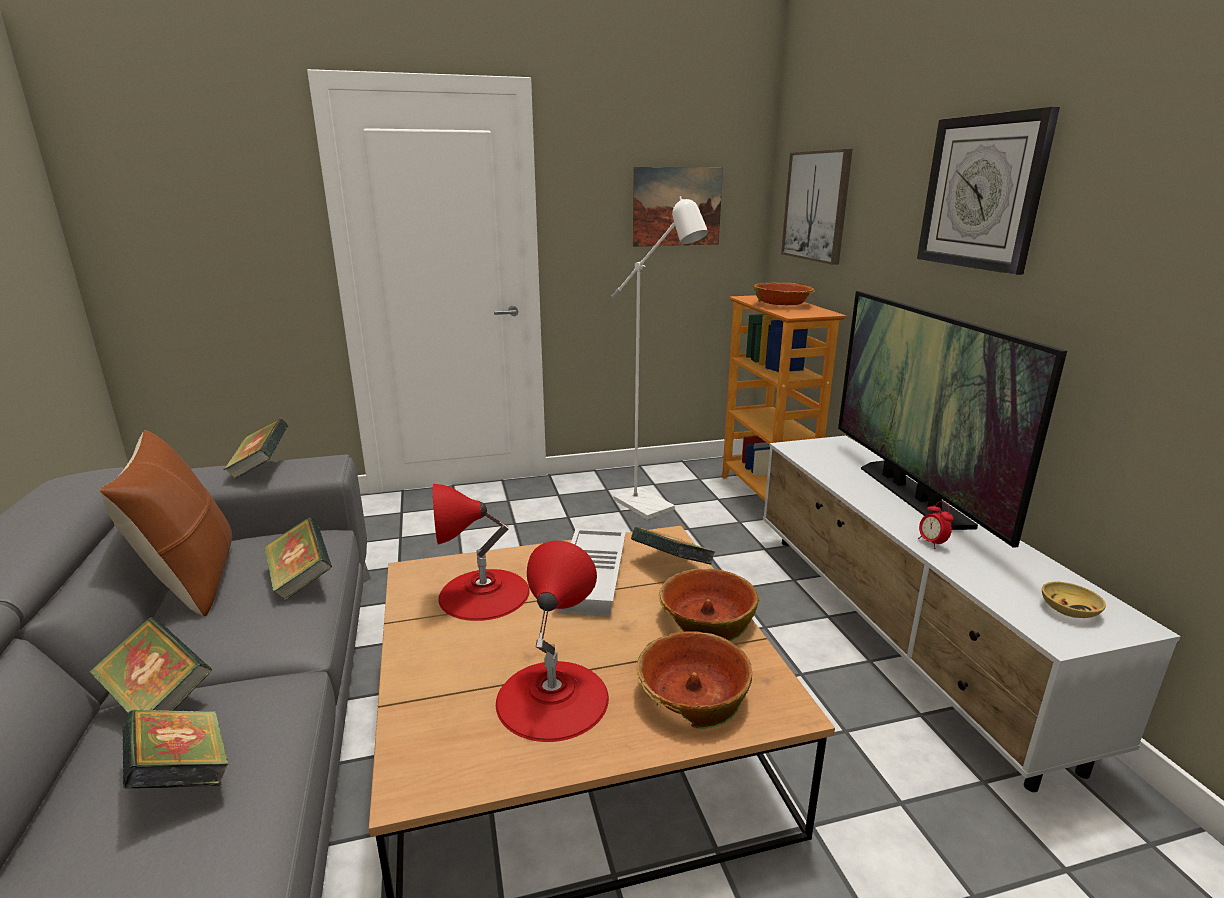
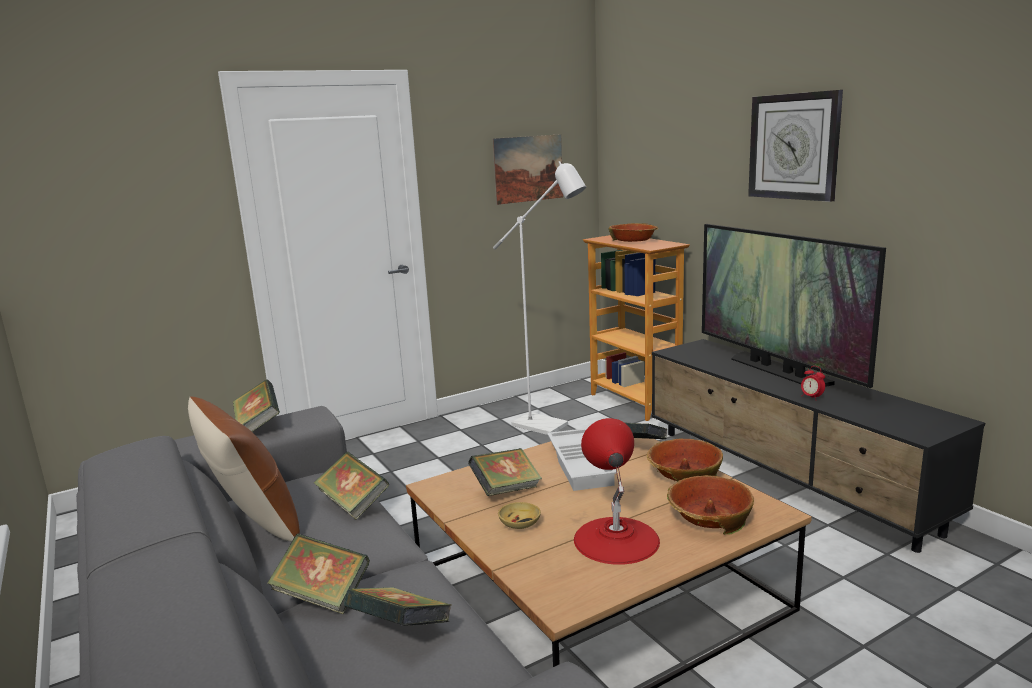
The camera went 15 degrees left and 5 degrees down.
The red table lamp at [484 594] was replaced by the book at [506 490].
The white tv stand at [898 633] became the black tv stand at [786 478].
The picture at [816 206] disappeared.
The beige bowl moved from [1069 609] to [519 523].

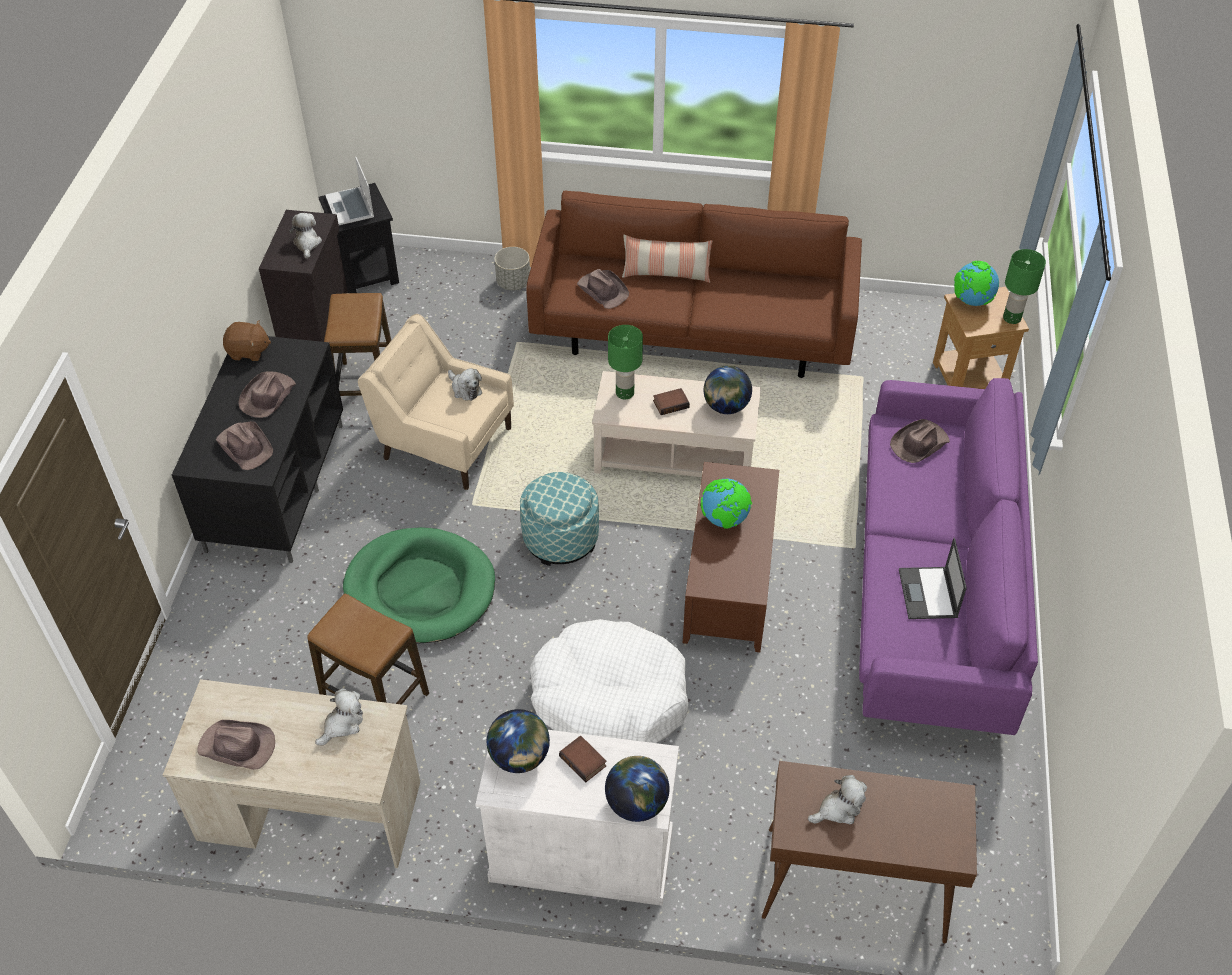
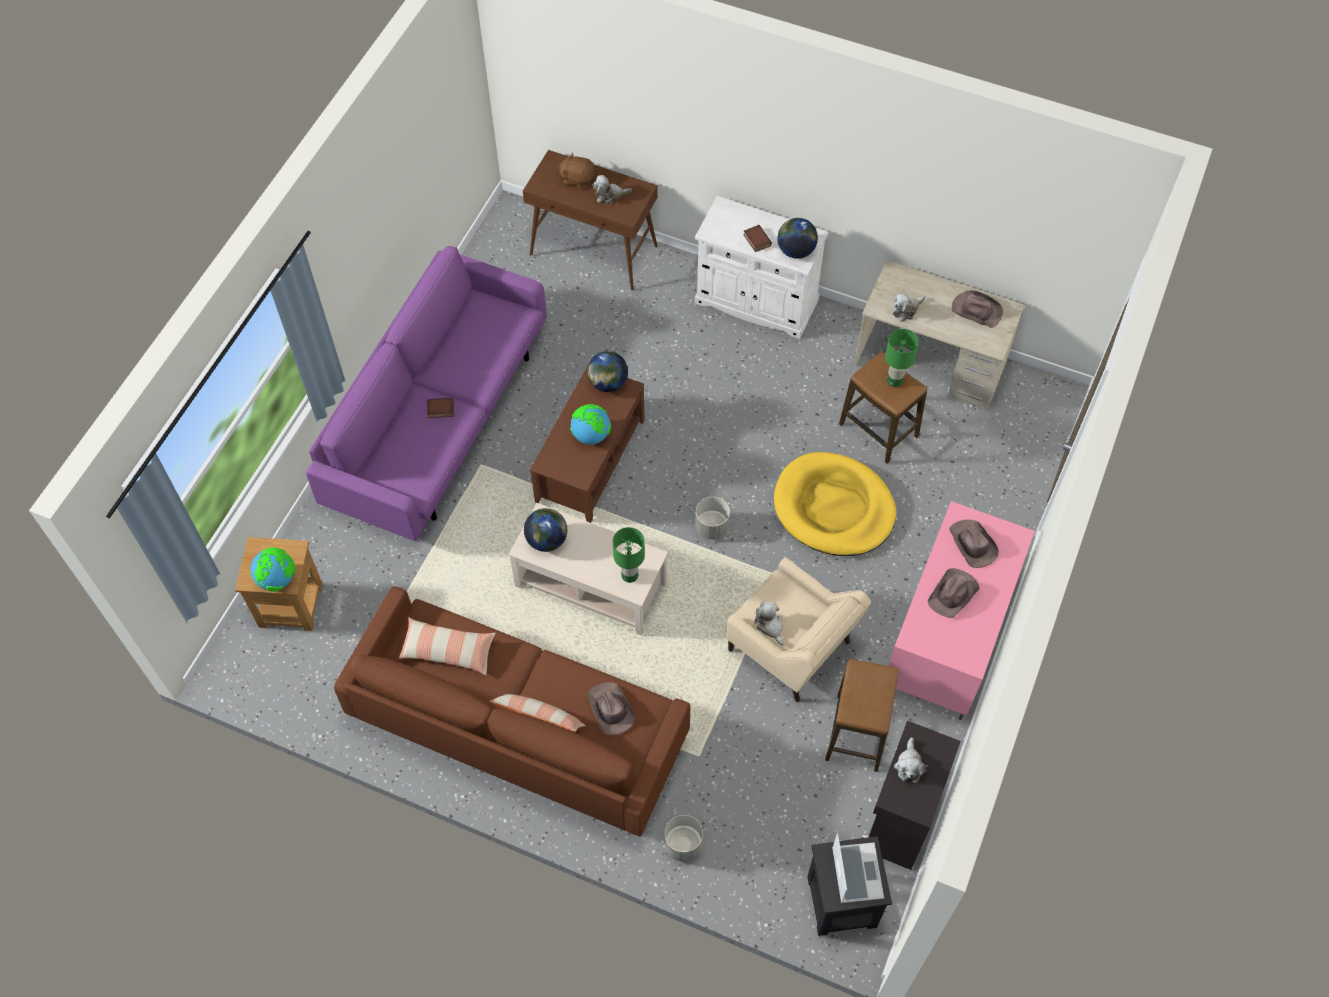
The camera went 165 degrees left and 10 degrees up.
The black tv stand at [275 485] became the pink tv stand at [949 637].
The brown plush toy moved from [248 351] to [577 179].
The green dog bed at [420 589] became the yellow dog bed at [833 508].
The ottoman at [560 538] was replaced by the grey planter at [712 527].
The white dog bed at [609 696] disappeared.
The globe moved from [637 803] to [608 383].
The book moved from [671 403] to [440 410].
The brown hat at [918 443] disappeared.
The laptop at [928 594] disappeared.
The green table lamp moved from [1011 318] to [894 381].
The pillow at [448 650] appeared.

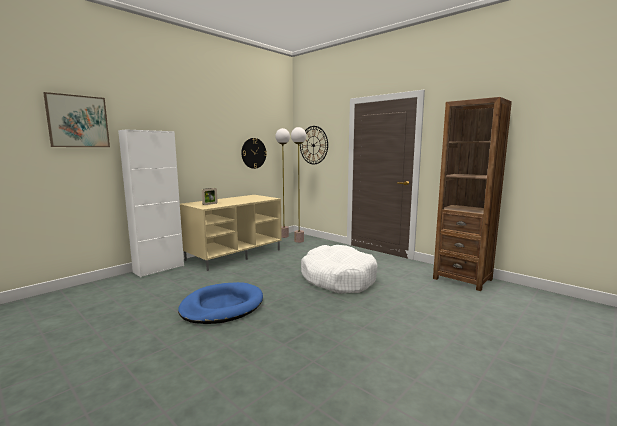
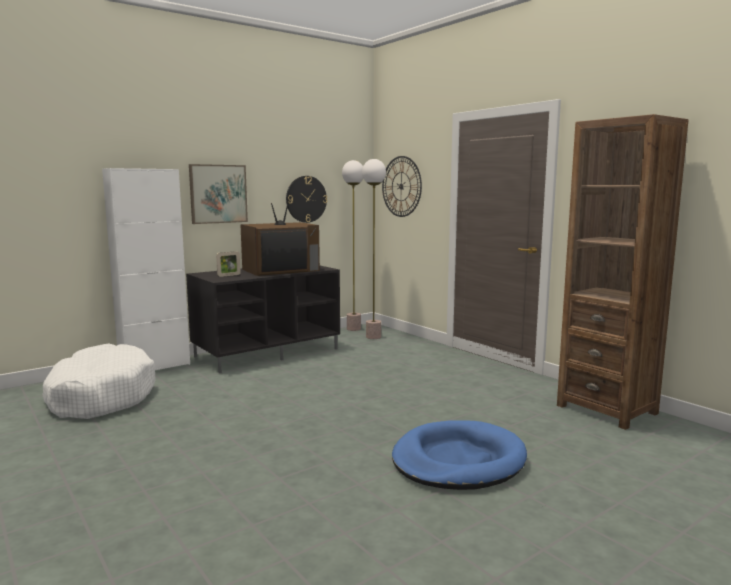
The camera went 10 degrees right and 0 degrees up.
The picture moved from [78 121] to [218 194].
The blue dog bed moved from [222 306] to [458 460].
The beige tv stand at [234 254] became the black tv stand at [267 352].
The white dog bed moved from [338 279] to [100 396].
The television at [281 270] appeared.

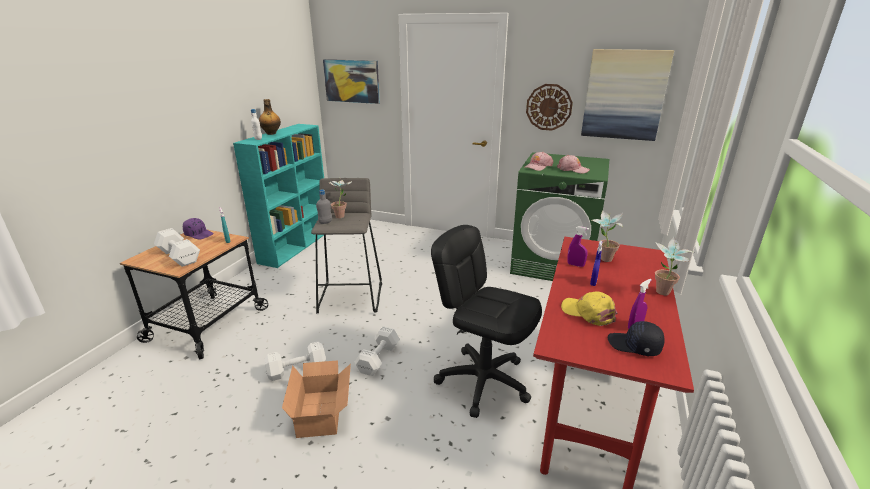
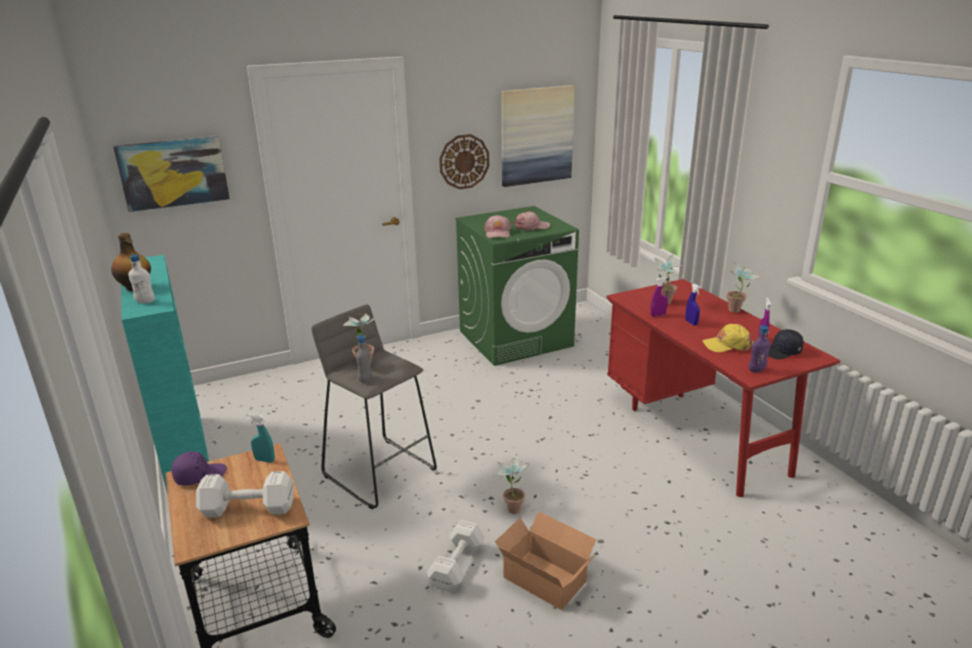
The camera went 45 degrees left and 0 degrees up.
The white dumbbell at [377 359] was replaced by the potted plant at [512 507].
The black office chair at [483 381] disappeared.
The purple bottle at [756 370] appeared.

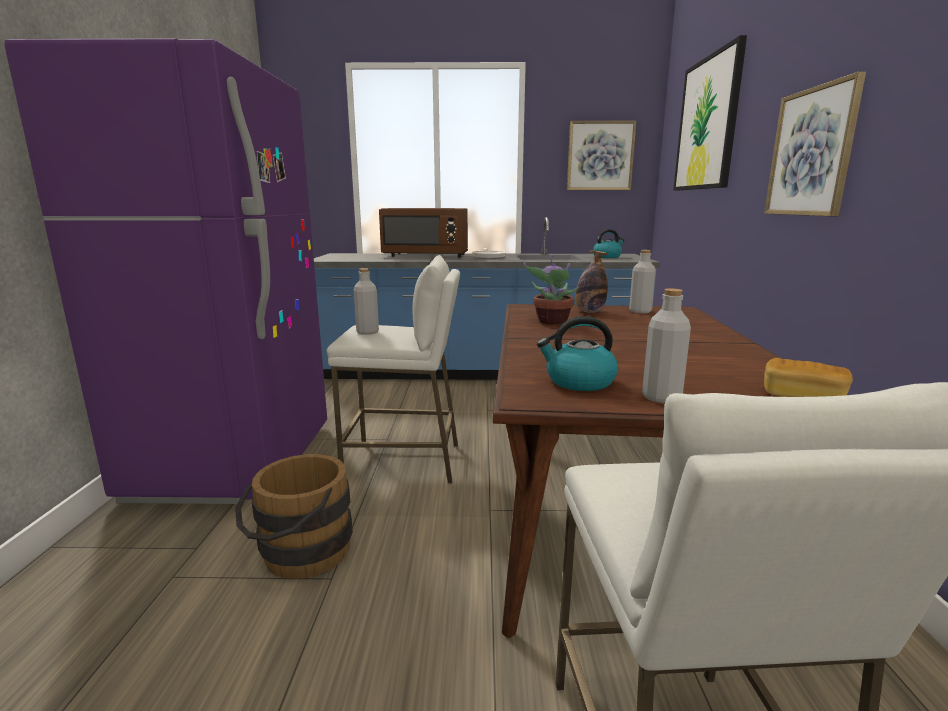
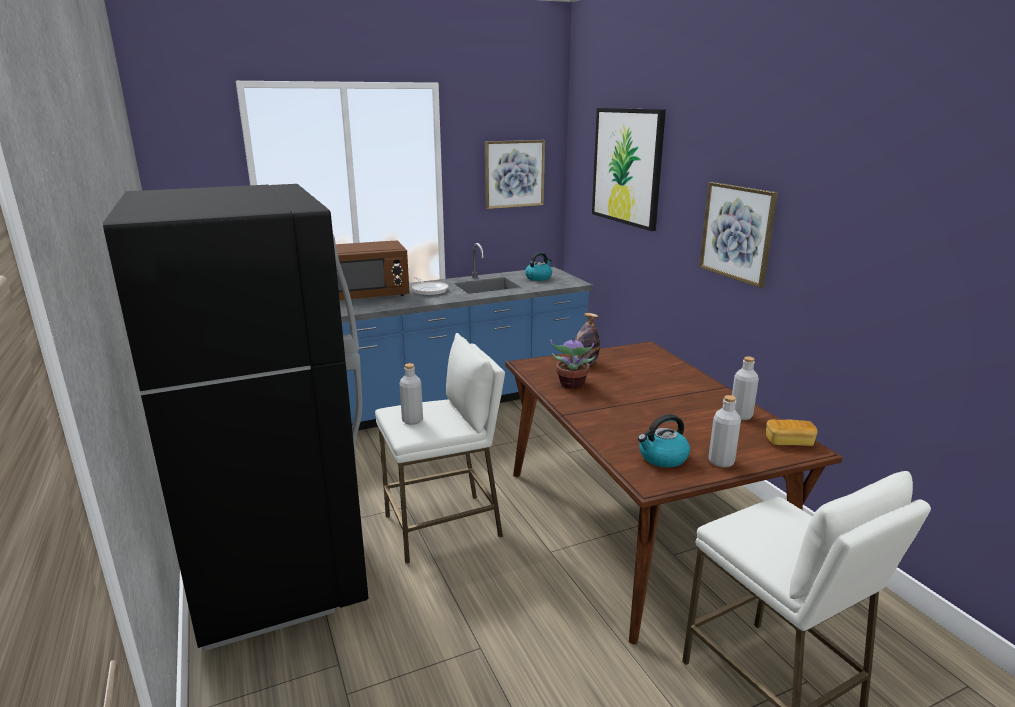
The camera went 25 degrees left and 5 degrees up.
The purple fridge at [235 461] became the black fridge at [277 571].
The brown bucket at [299 555] disappeared.
The grey bottle moved from [640 311] to [740 416].

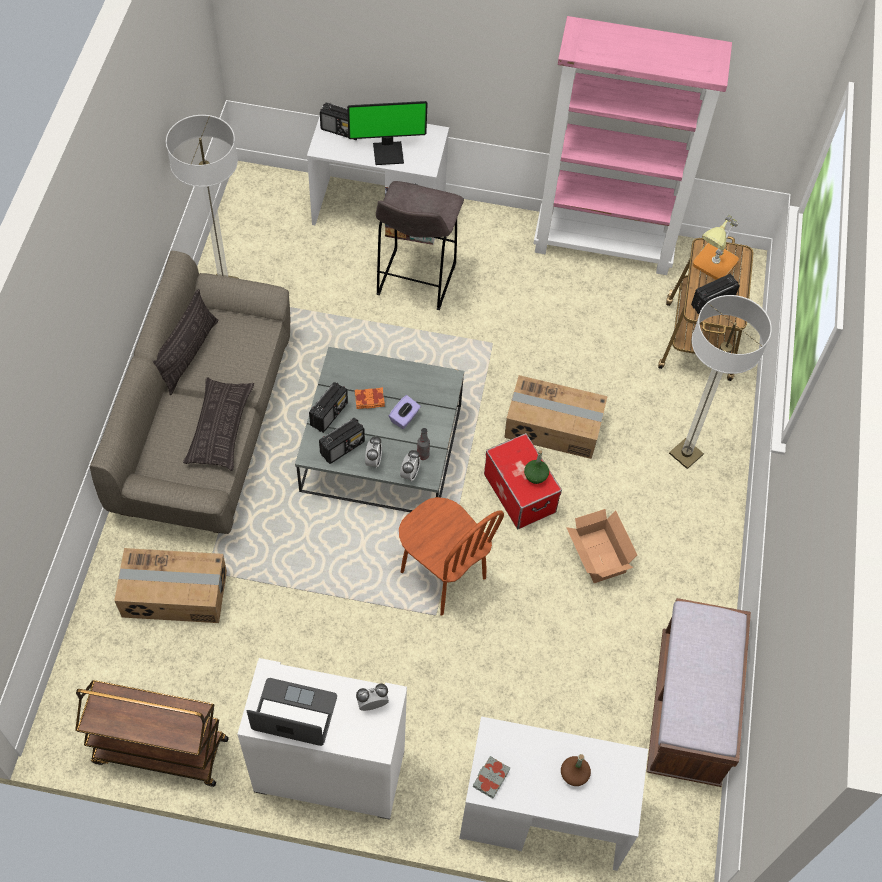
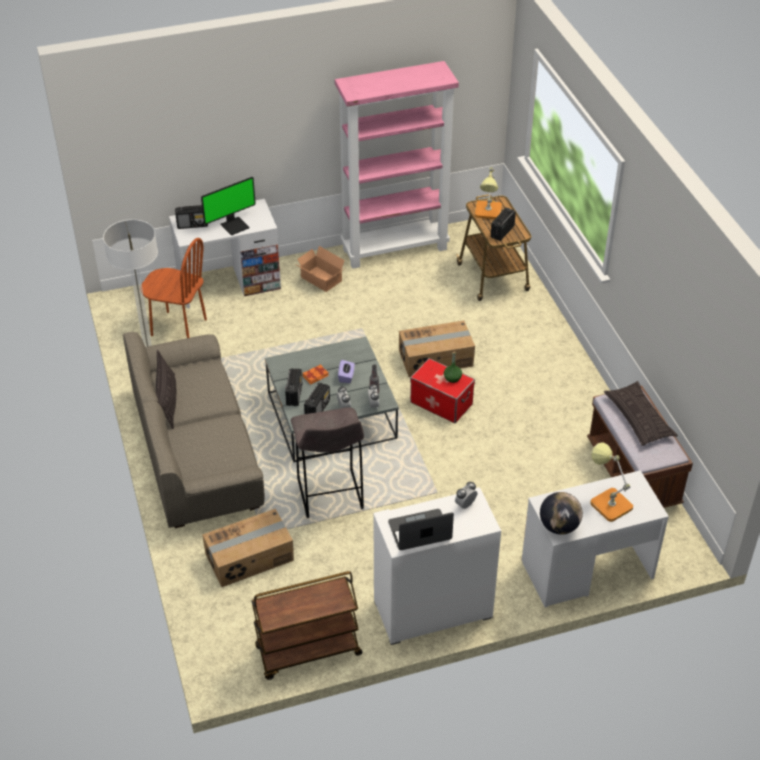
The camera went 25 degrees left and 15 degrees down.
The pillow moved from [220 427] to [638 418].
The grey stool moved from [415 281] to [330 496].
The brown chair moved from [442 575] to [178 328].
The grey book at [490 778] was replaced by the globe at [559 526].
The brown bottle at [574 774] was replaced by the table lamp at [607 502].
The cardboard box moved from [597 557] to [321 280].
The floor lamp at [685 454] disappeared.

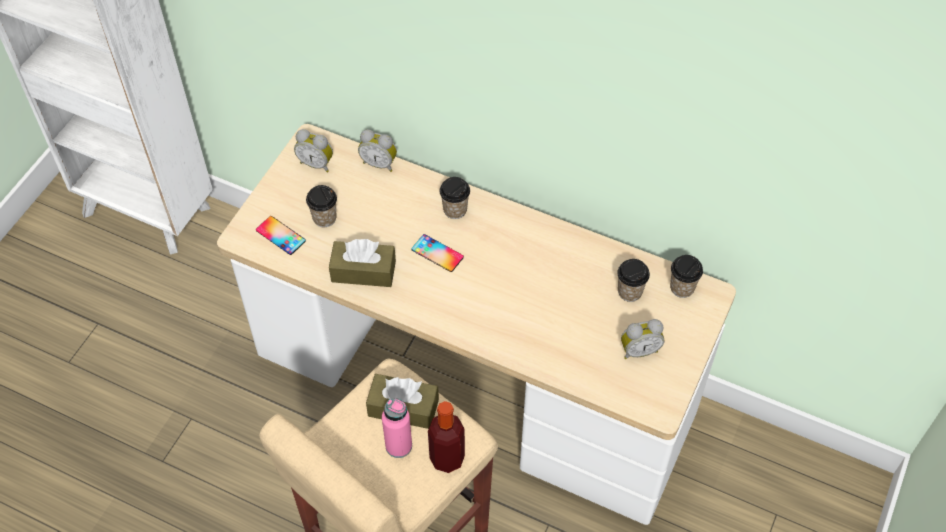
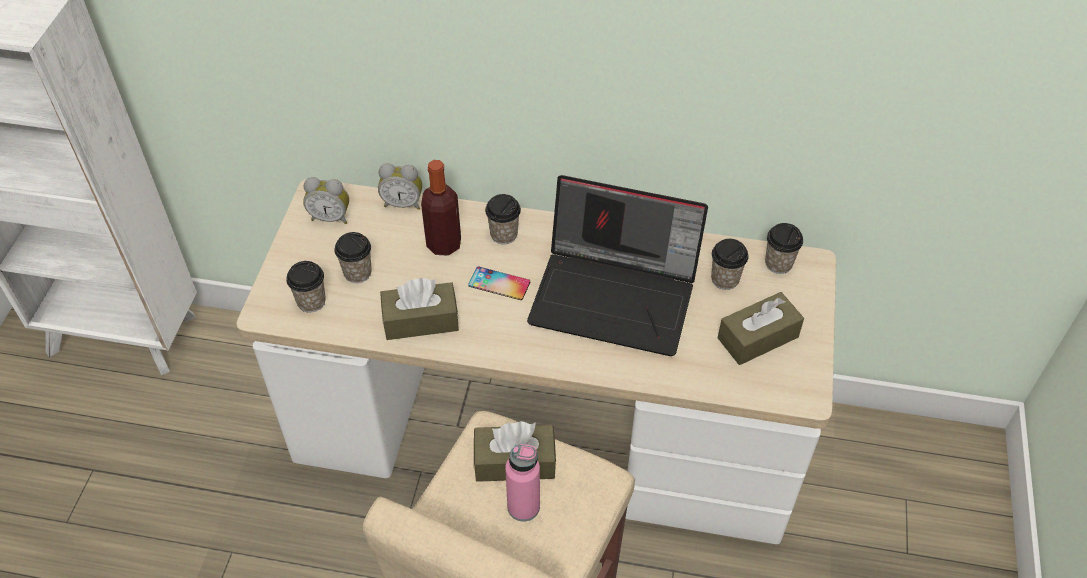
The camera went 15 degrees left and 5 degrees down.
The phone at [280 235] was replaced by the cup at [311 302].
The bottle moved from [447 458] to [444 244].
The alarm clock at [639 350] was replaced by the brown tissue box at [758 337].
The laptop at [616 295] appeared.

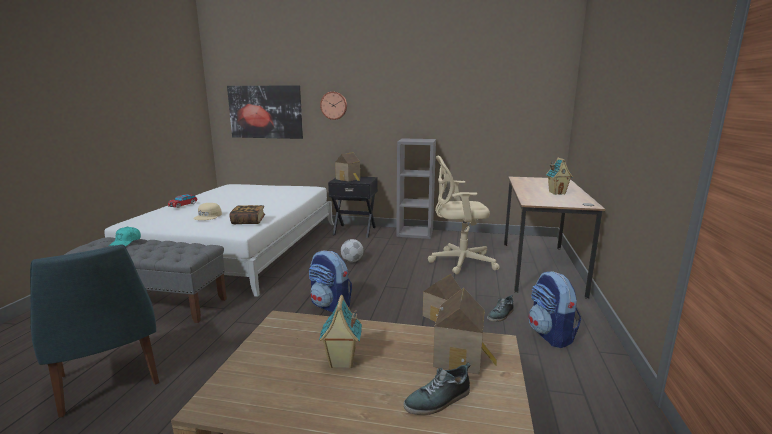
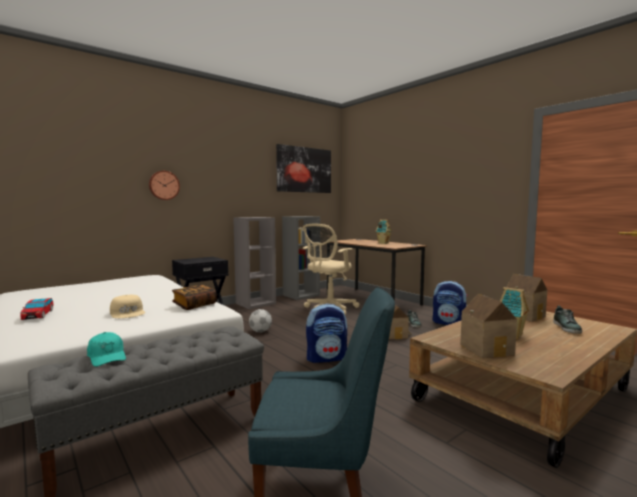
The camera went 50 degrees left and 10 degrees down.
The picture moved from [265 112] to [304 170].
The toy house moved from [349 179] to [488 349].
The grey bookcase at [301 295] appeared.

